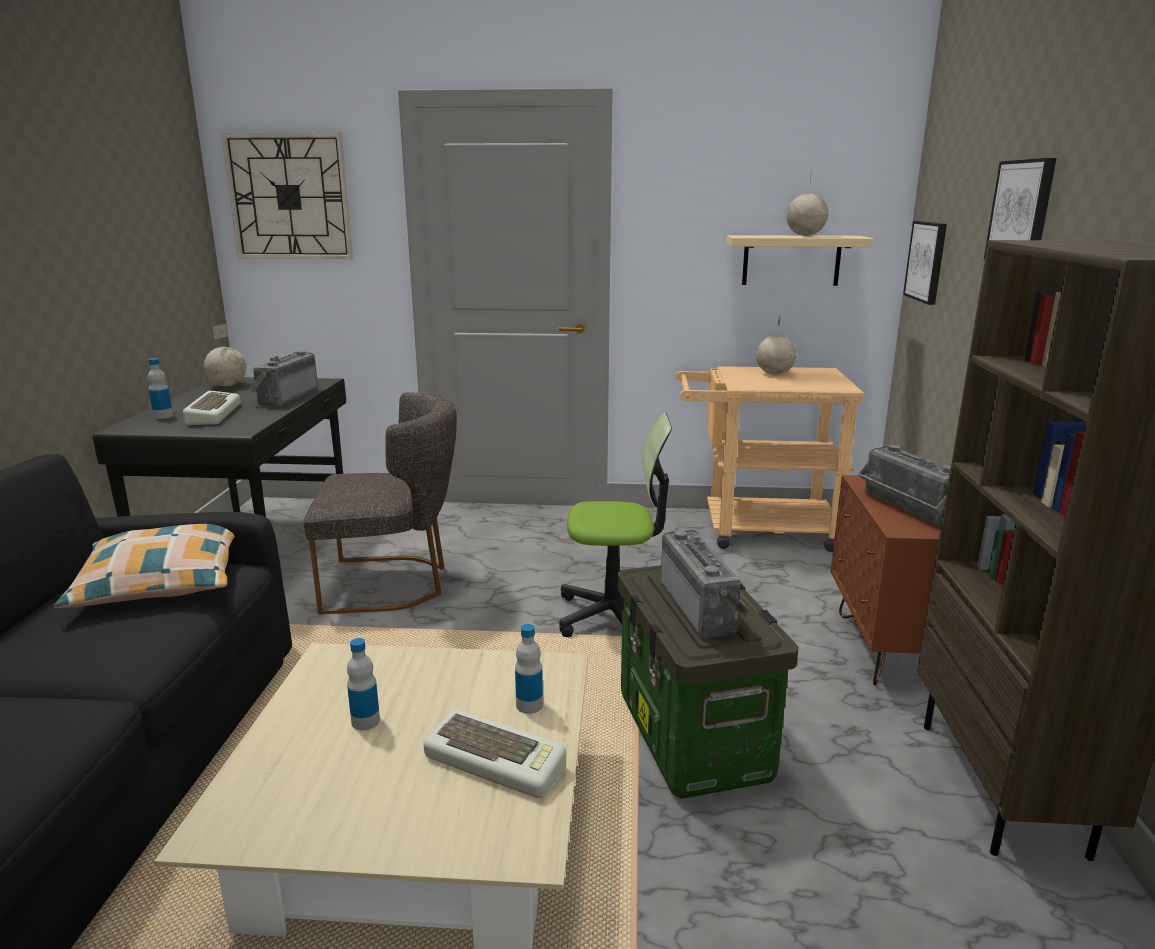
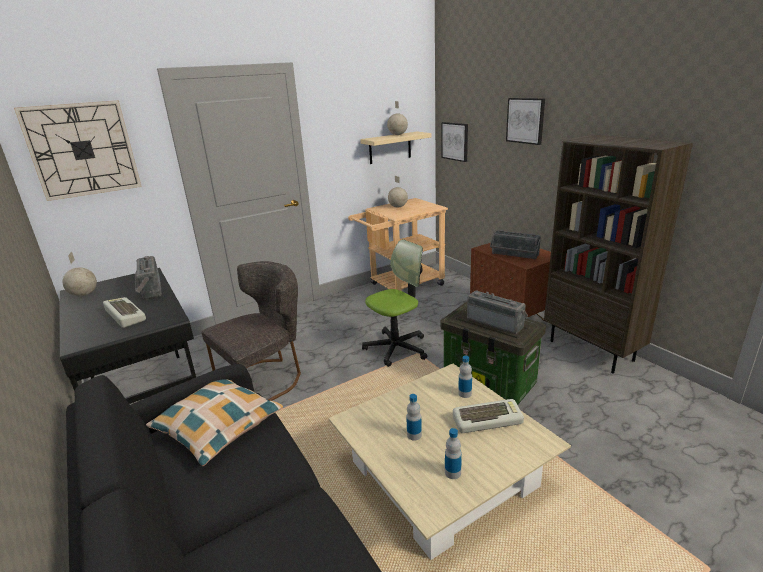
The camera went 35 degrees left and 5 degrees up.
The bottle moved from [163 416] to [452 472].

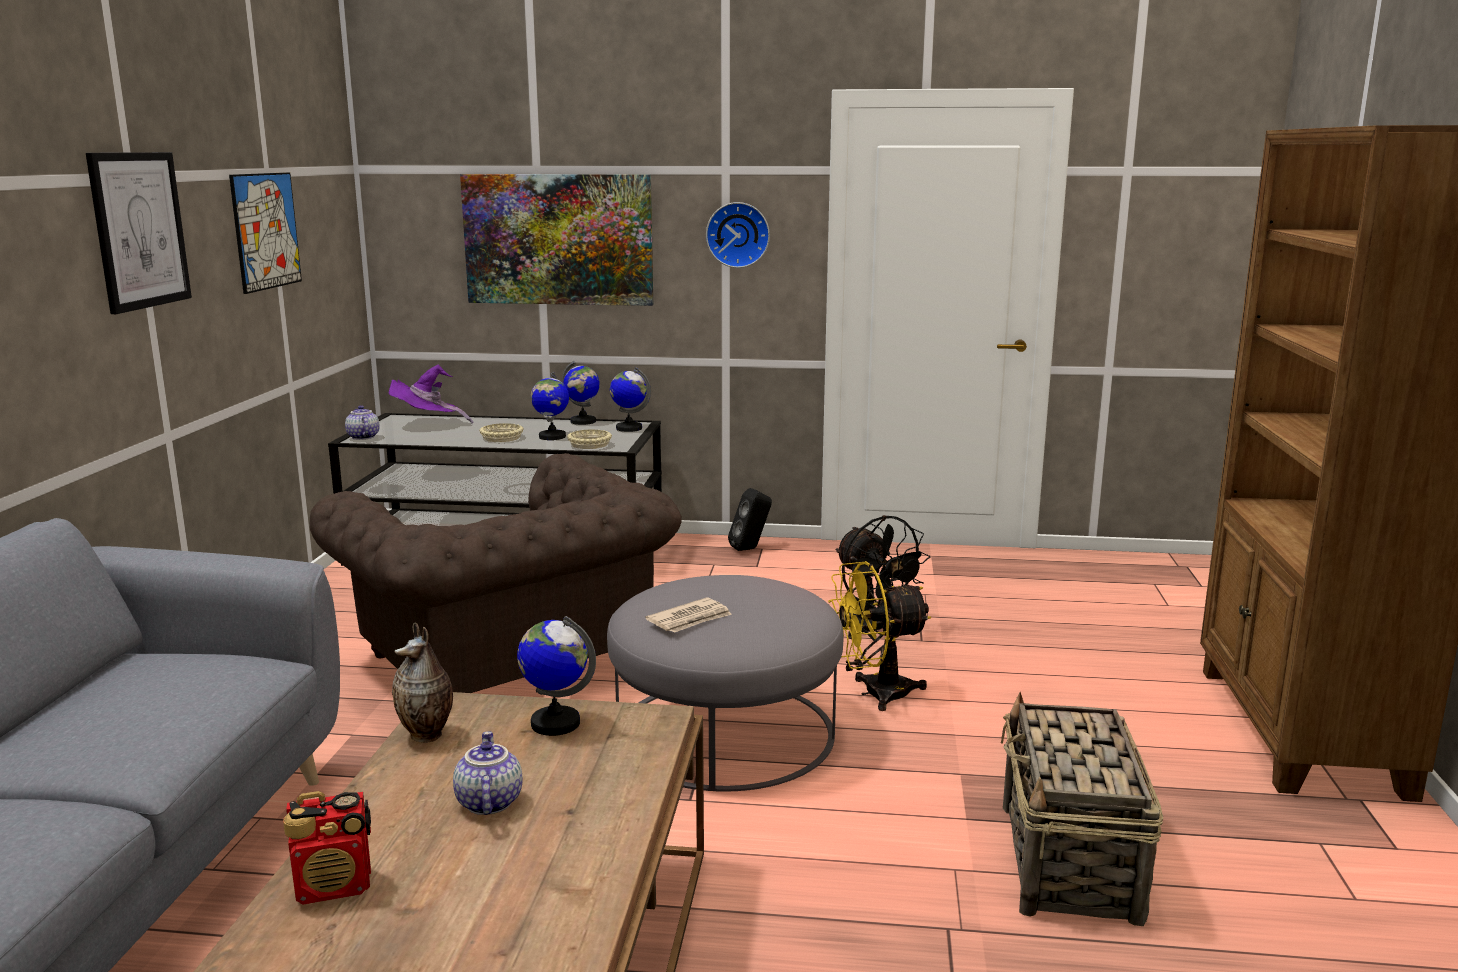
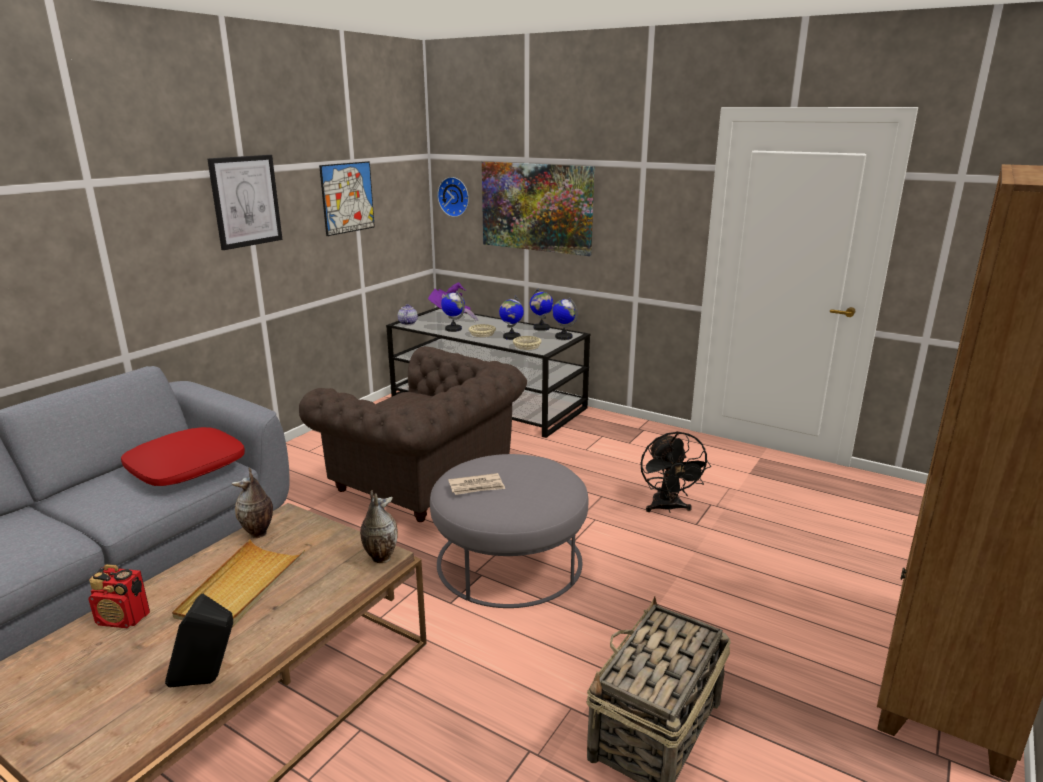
The camera went 25 degrees right and 5 degrees up.
The brown armchair at [509 662] turned 45 degrees counterclockwise.
The teapot at [487 802] was replaced by the beige tray at [241 588].
The globe moved from [555 723] to [453 329].
The wall clock moved from [738 234] to [455 196].
The black speaker moved from [751 549] to [208 681].
The yellow fan at [874 693] disappeared.
The red pillow at [186 468] appeared.
The vase at [380 557] appeared.

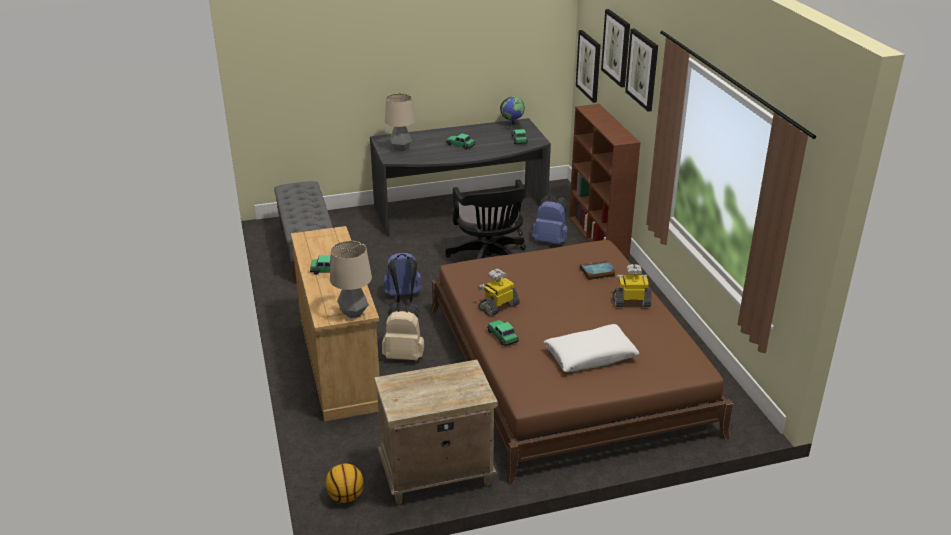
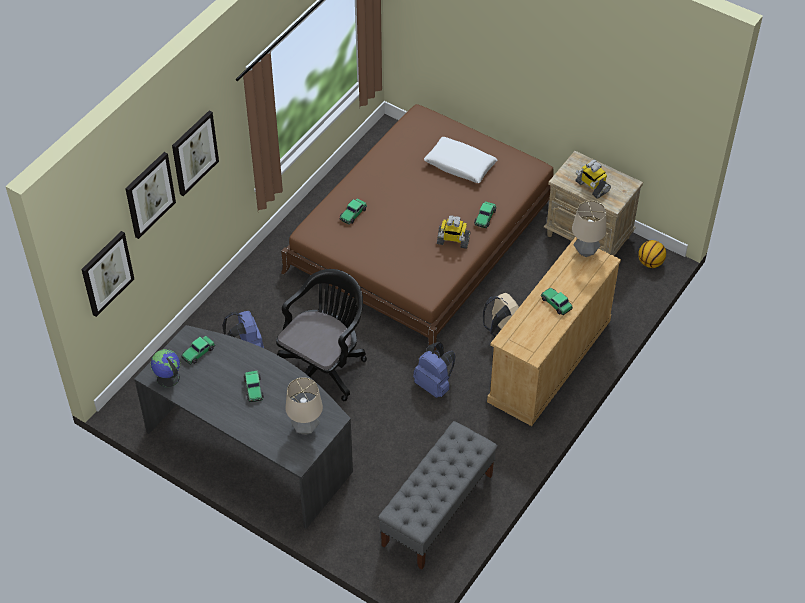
The camera went 130 degrees left and 20 degrees up.
The brown bookcase at [598 238] disappeared.
The book at [596 273] was replaced by the toy car at [353 214].
The toy robot moved from [631 302] to [591 186].

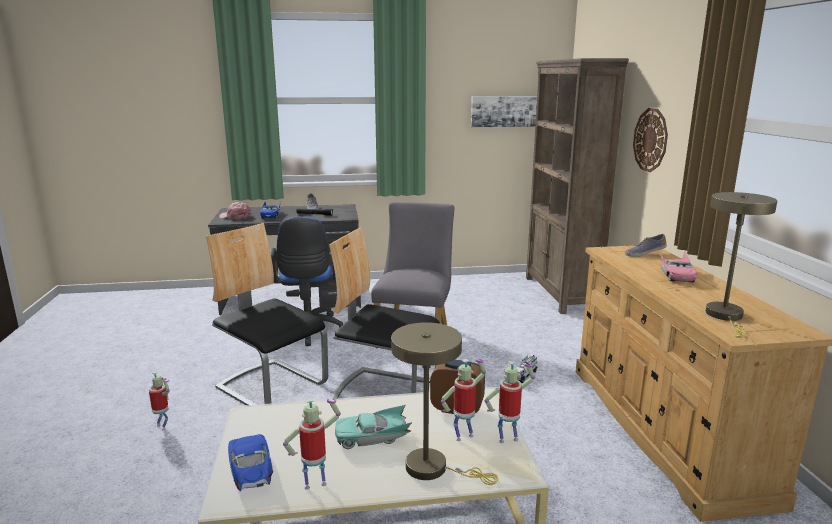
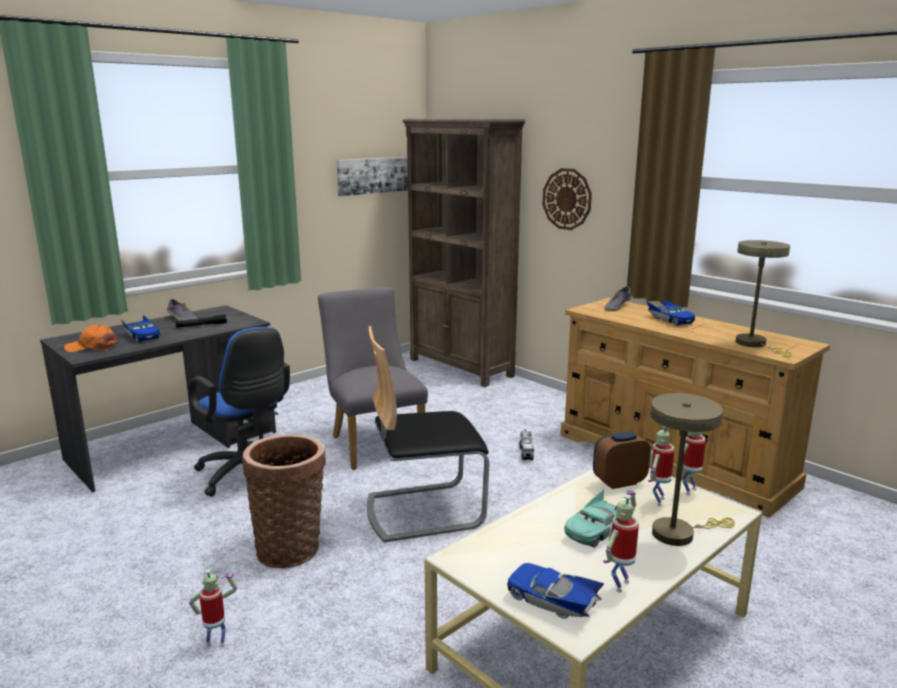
The camera went 35 degrees left and 0 degrees up.
The chair at [272 386] was replaced by the basket at [291 548].
The pink cap at [235 217] became the orange cap at [92 347].
The pink toy car at [676 275] became the blue toy car at [670 320].

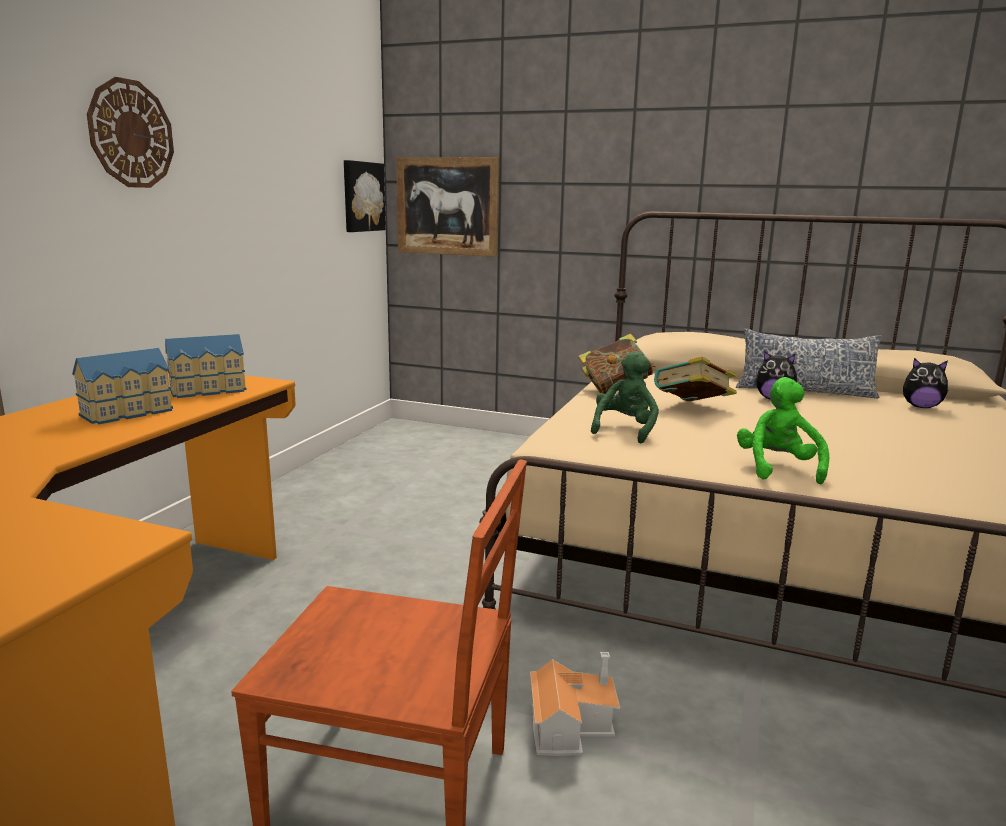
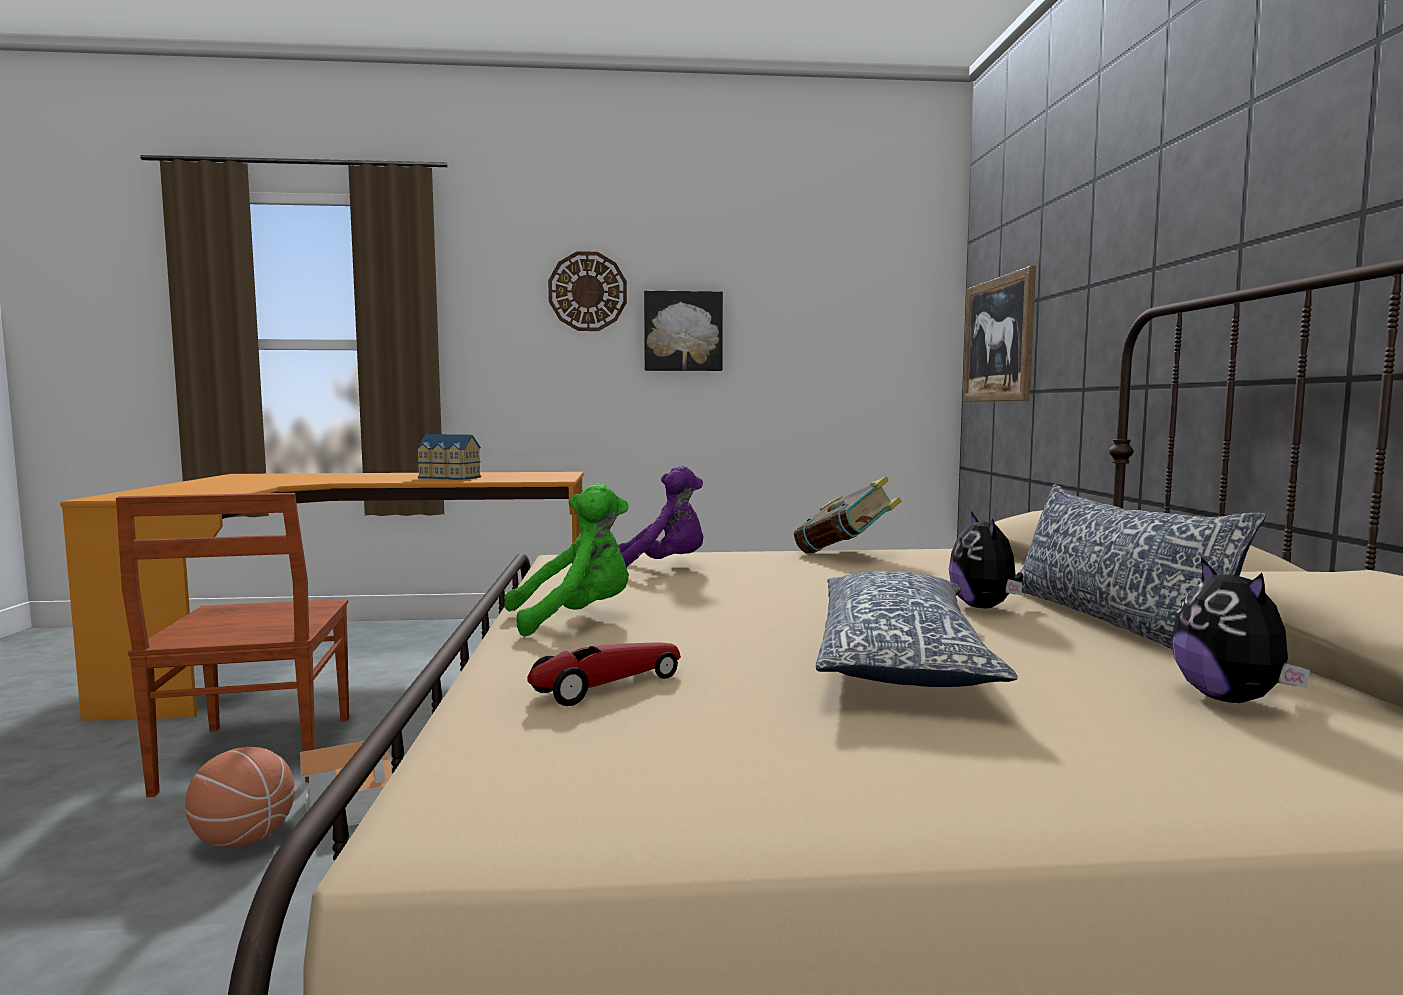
The camera went 65 degrees right and 10 degrees down.
The toy house at [209 390] disappeared.
The picture moved from [362 196] to [683 331].
The green plush toy at [625 430] became the purple plush toy at [663 568].
The book at [692 408] disappeared.
The basketball at [244 839] appeared.
The toy car at [606 686] appeared.
The pillow at [900 657] appeared.

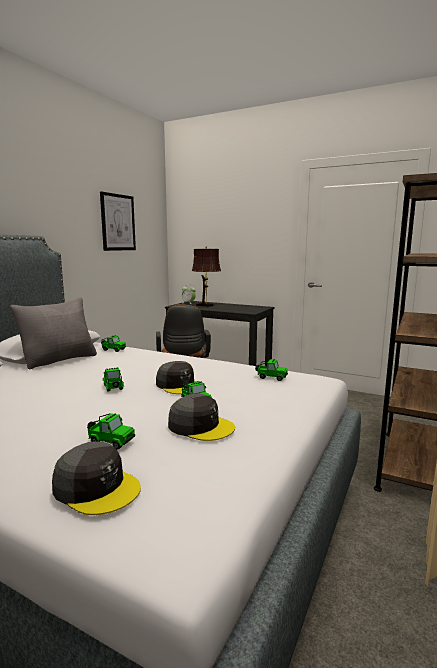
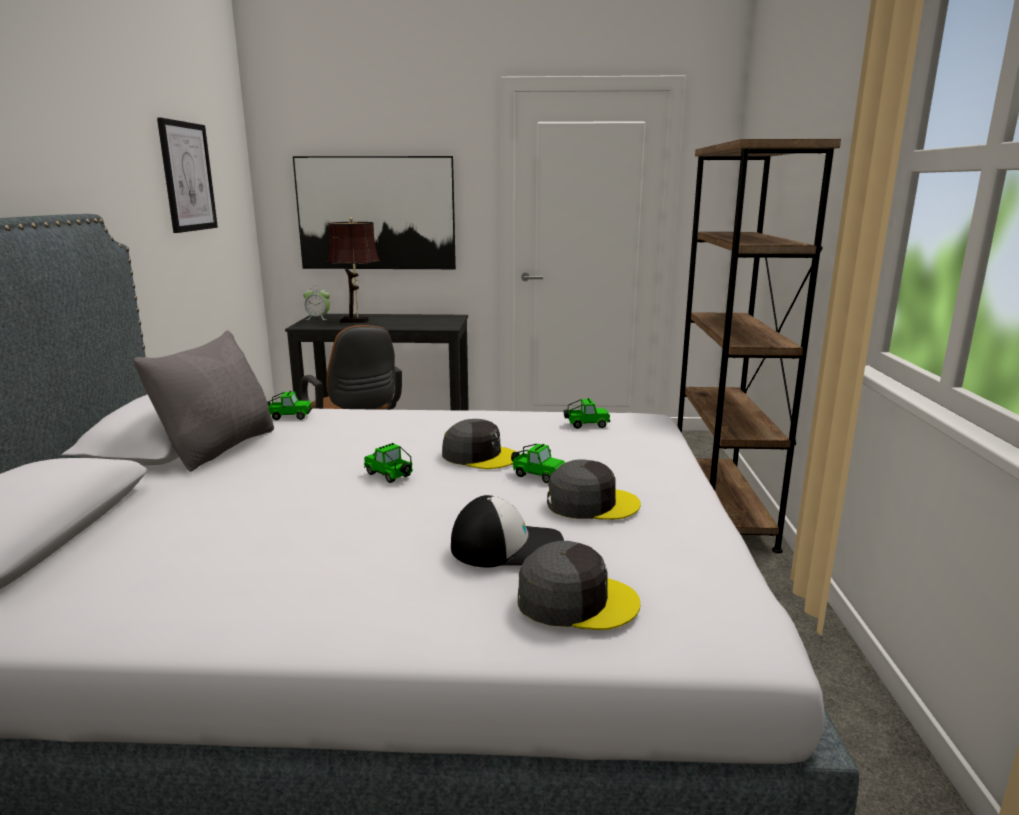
The camera went 25 degrees left and 5 degrees up.
The toy car at [110 441] was replaced by the cap at [508 546].
The picture at [376 213] appeared.

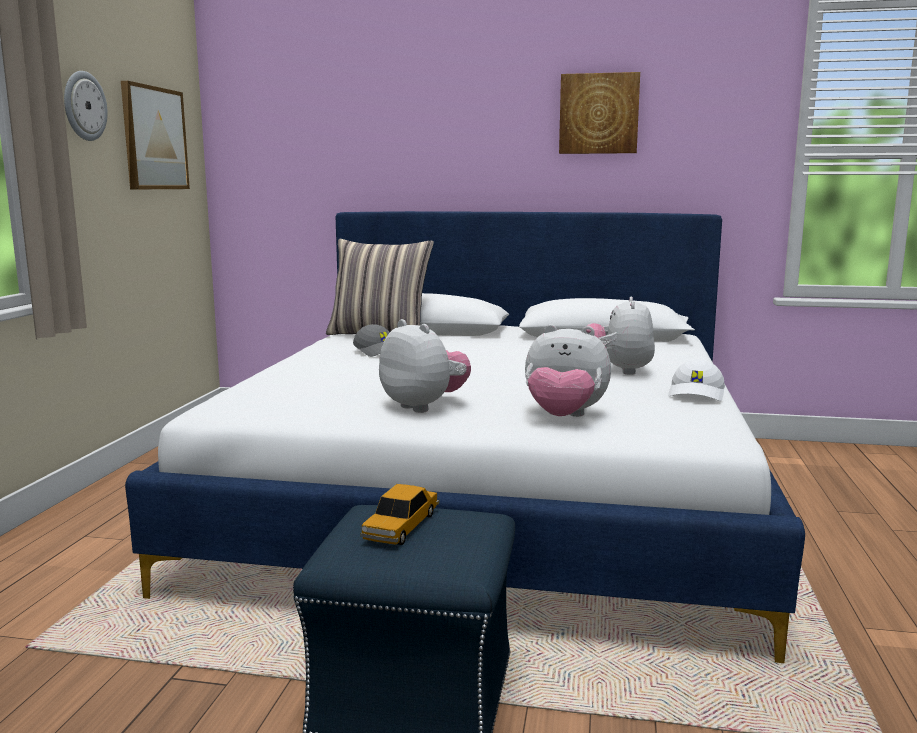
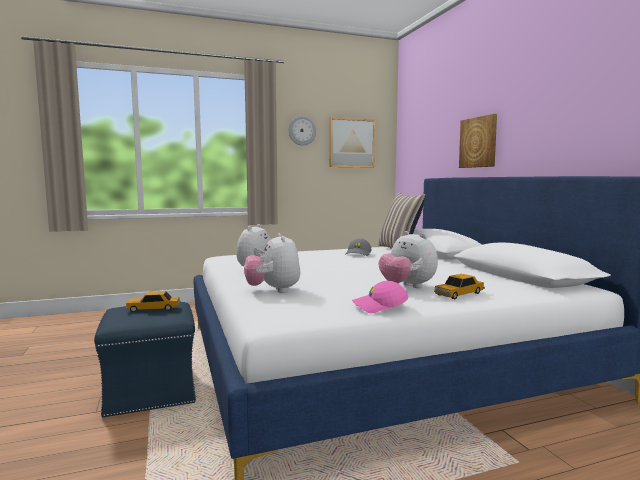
The camera went 60 degrees right and 5 degrees down.
The picture moved from [599 114] to [478 142].
The plush toy at [617 371] turned 105 degrees counterclockwise.
The white cap at [697 394] became the pink cap at [379 307].
The toy car at [459 294] appeared.

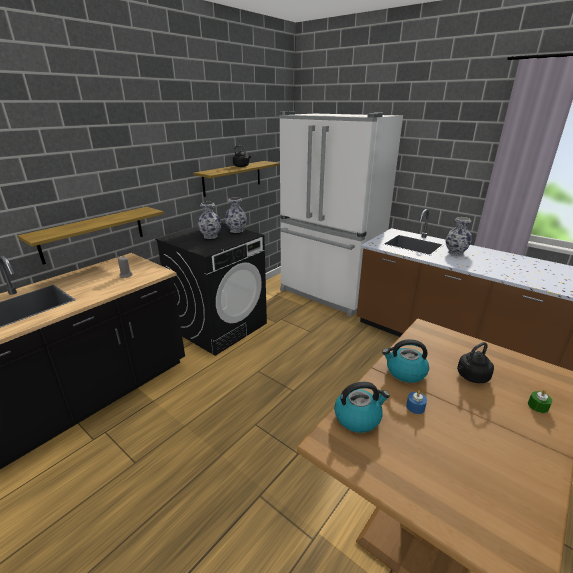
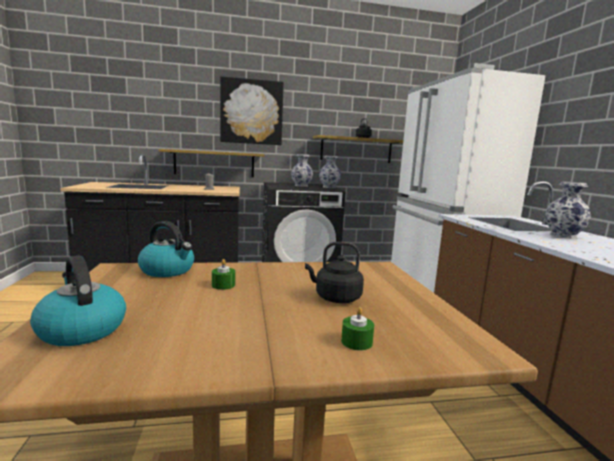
The camera went 40 degrees right and 15 degrees down.
The kettle moved from [405 372] to [81 329].
The blue candle at [415 407] became the green candle at [223 285].
The picture at [251 112] appeared.

